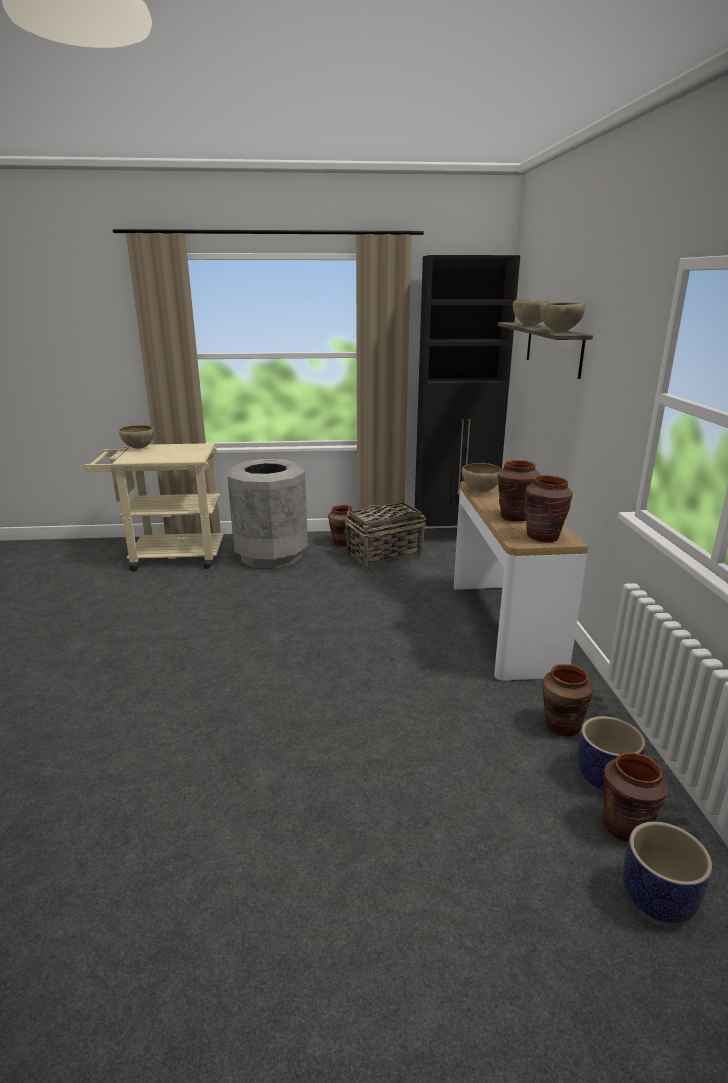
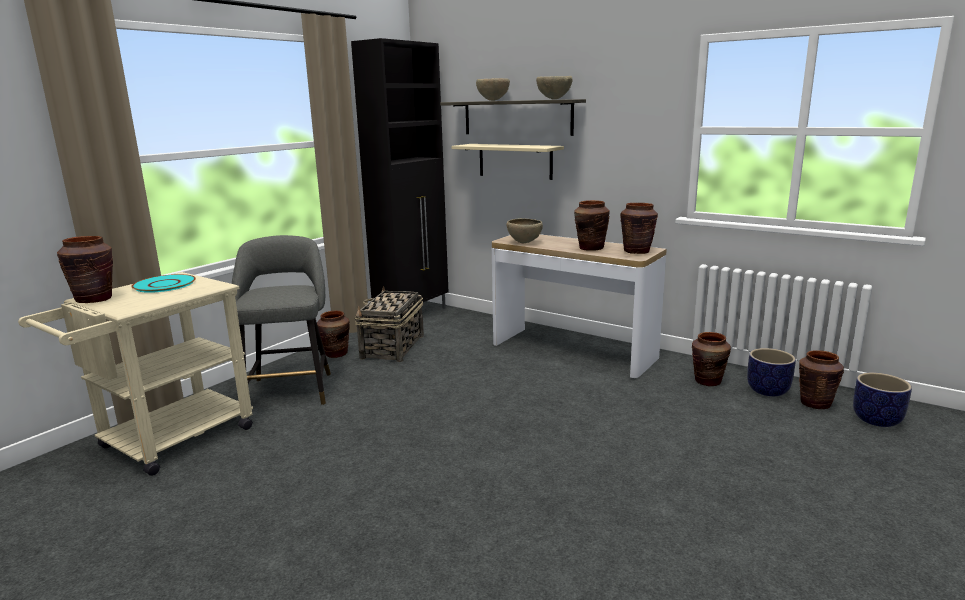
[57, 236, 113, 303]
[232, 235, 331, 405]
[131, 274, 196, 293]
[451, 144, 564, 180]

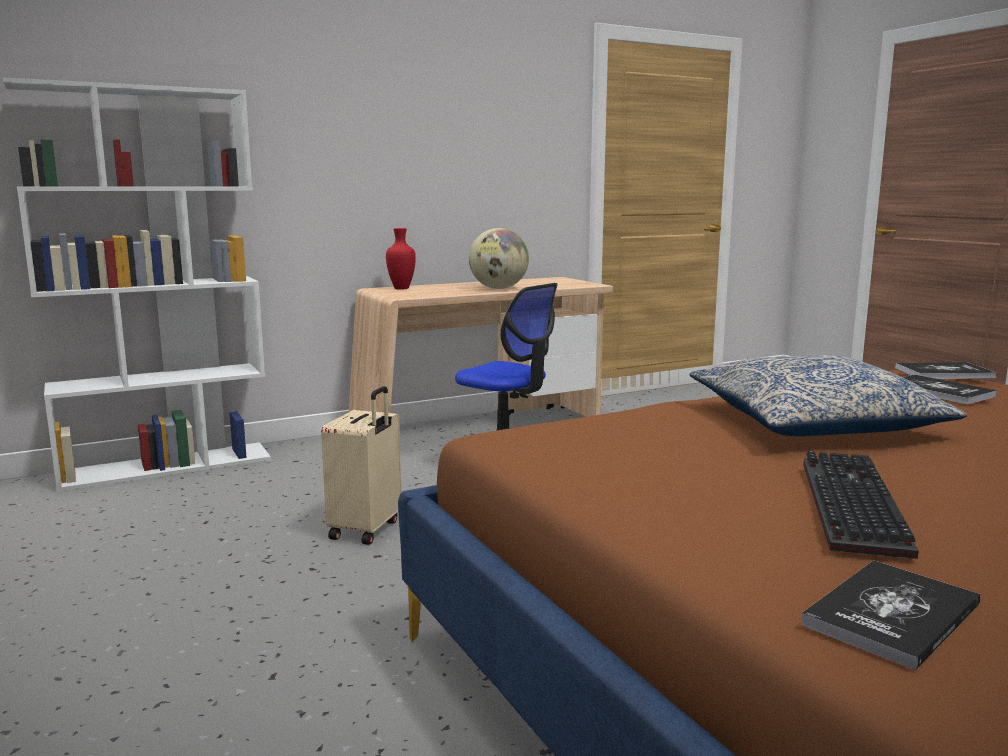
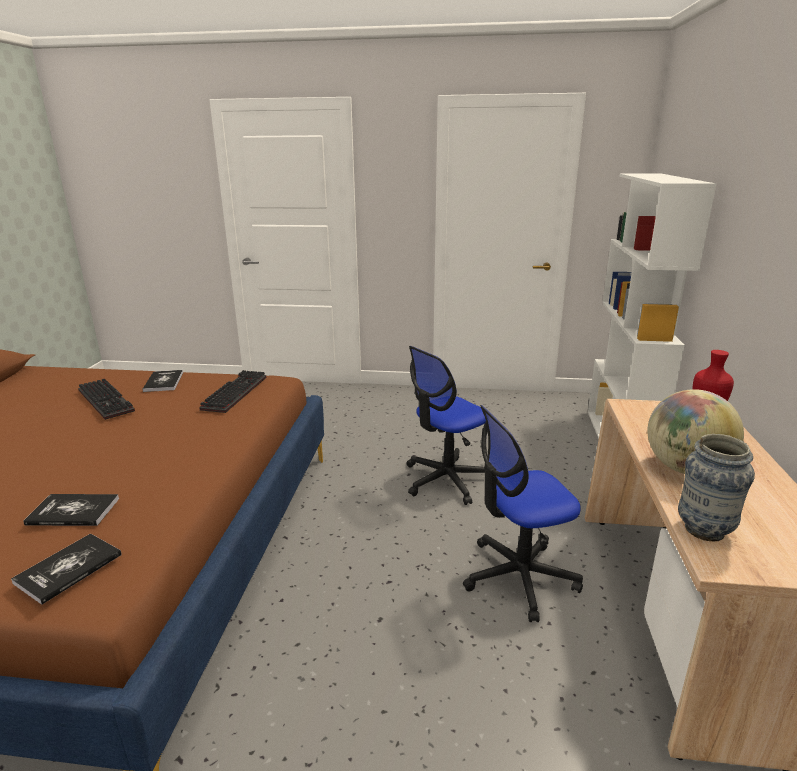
[406, 346, 486, 505]
[690, 355, 967, 436] (first image)
[142, 370, 183, 392]
[199, 370, 267, 413]
[678, 434, 755, 541]

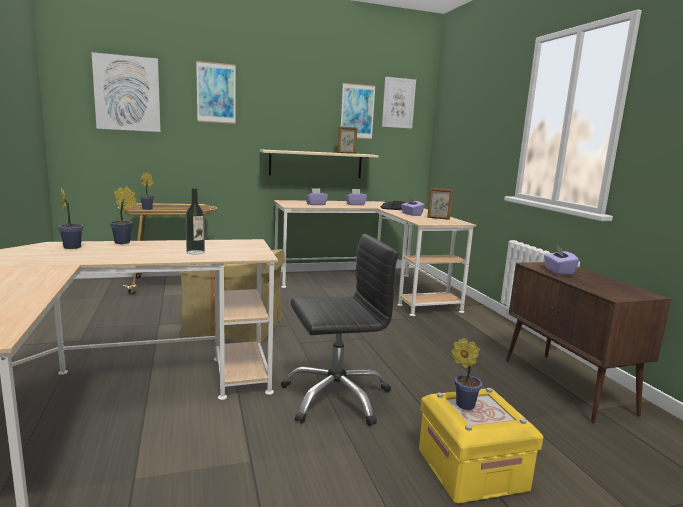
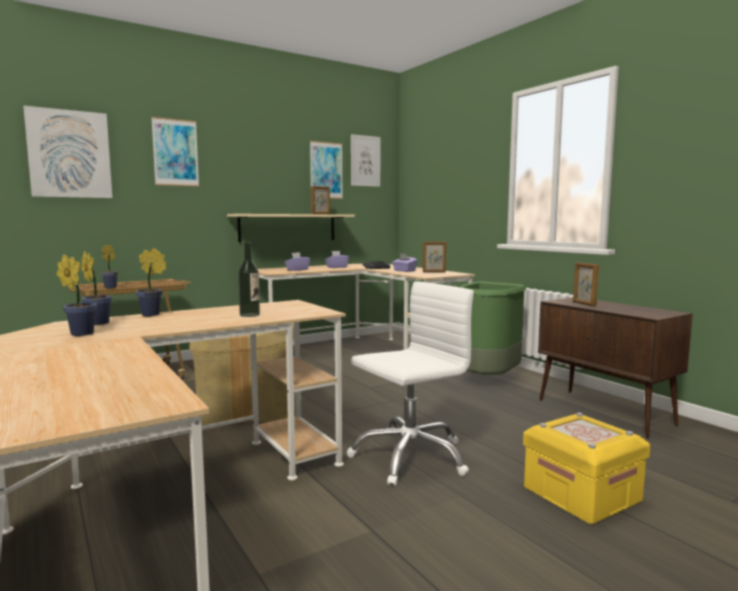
[347, 281, 474, 486]
[57, 255, 97, 336]
[573, 262, 599, 306]
[460, 282, 526, 375]

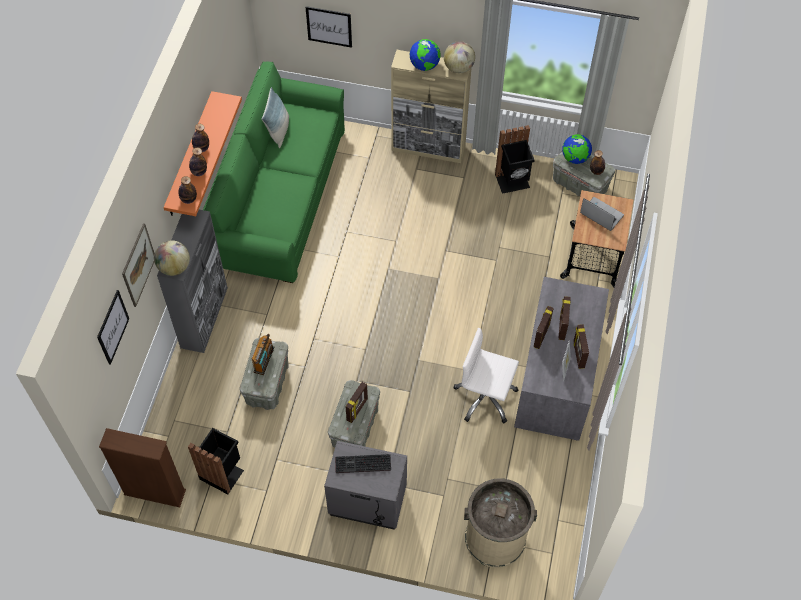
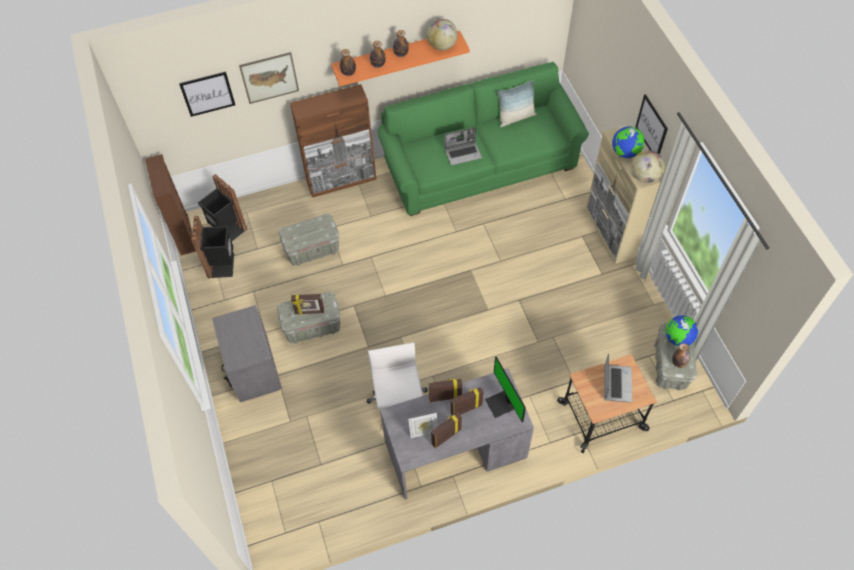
[427, 19, 458, 51]
[290, 84, 376, 198]
[252, 334, 274, 375] (first image)
[636, 94, 668, 154]
[335, 454, 391, 473] (first image)
[464, 478, 537, 568] (first image)
[198, 174, 247, 241]
[445, 127, 482, 165]
[485, 357, 526, 422]

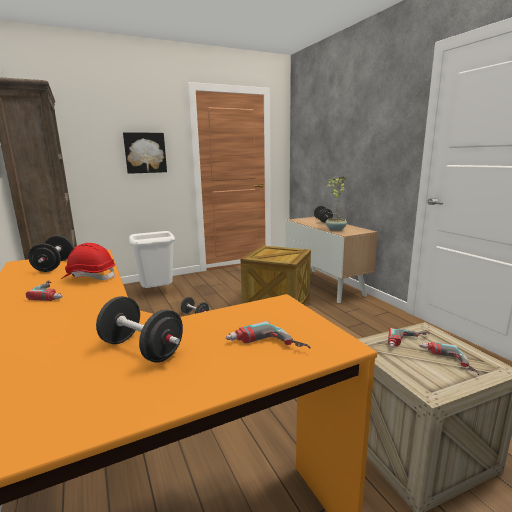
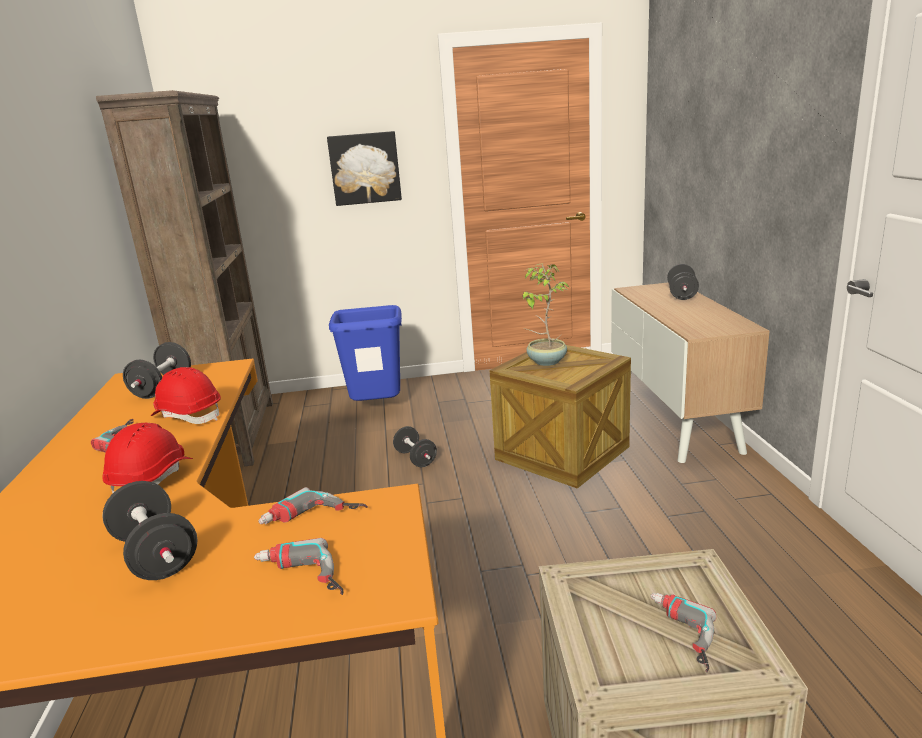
[329, 305, 402, 401]
[523, 263, 570, 366]
[258, 487, 368, 524]
[102, 423, 193, 493]

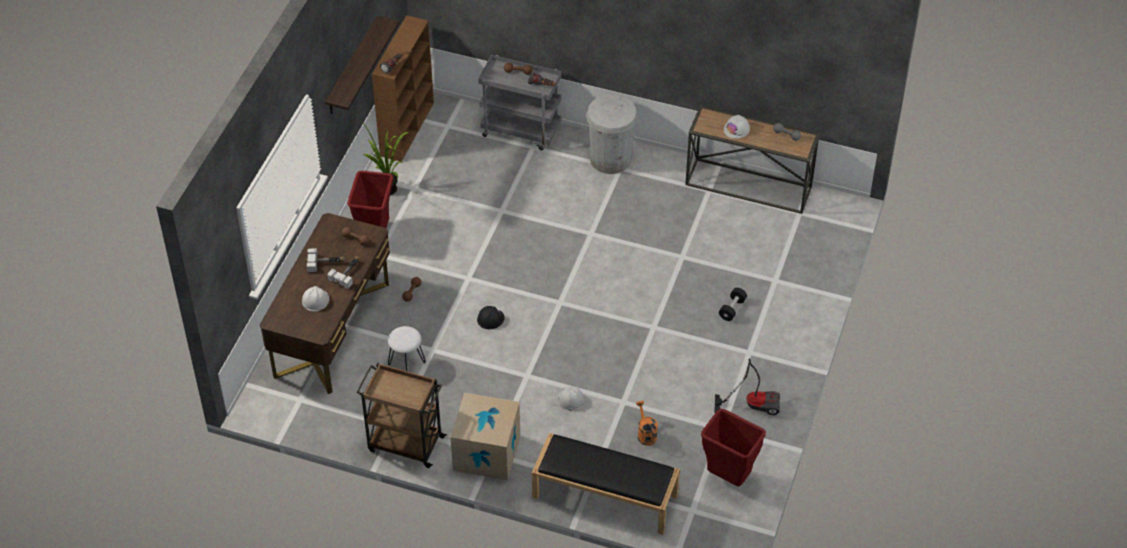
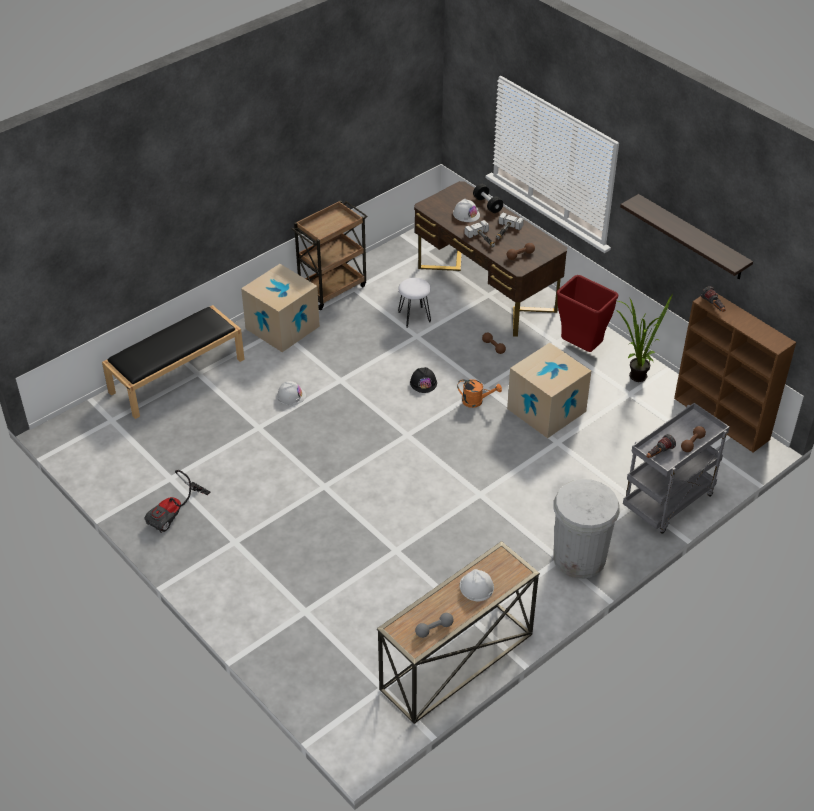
[457, 379, 502, 408]
[701, 409, 766, 486] (first image)
[473, 184, 503, 213]
[507, 343, 591, 438]

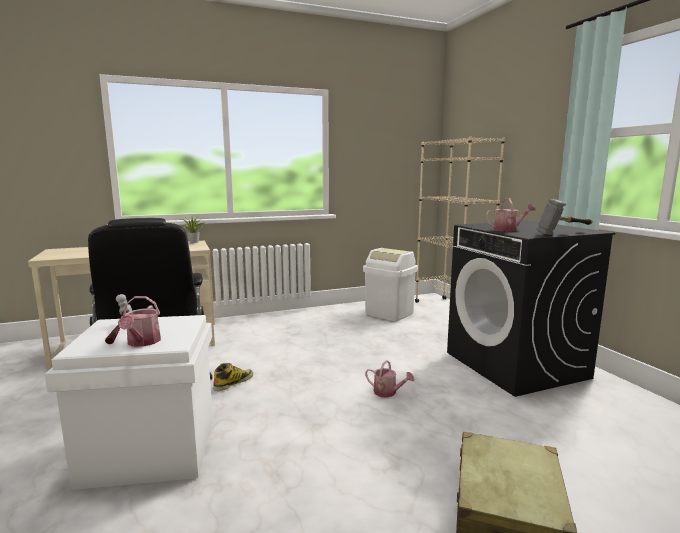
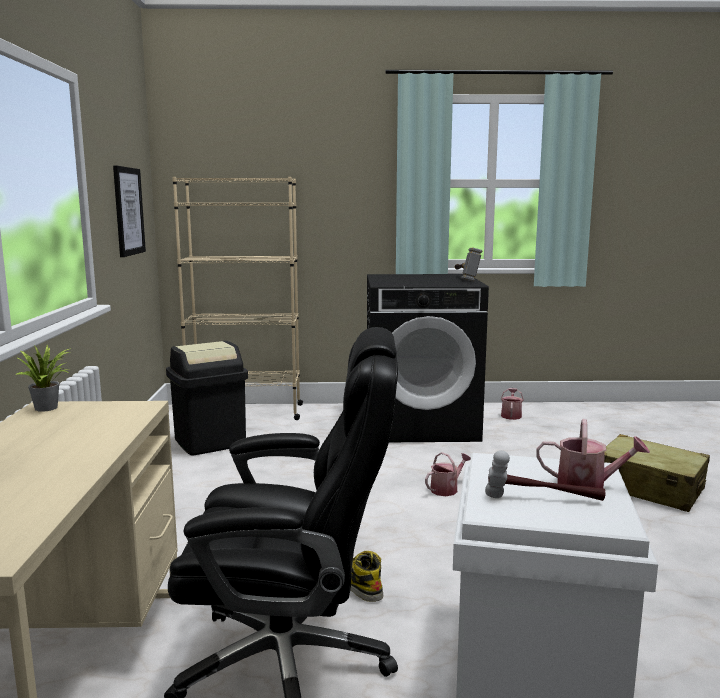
[166, 341, 248, 455]
[501, 388, 524, 420]
[113, 166, 146, 257]

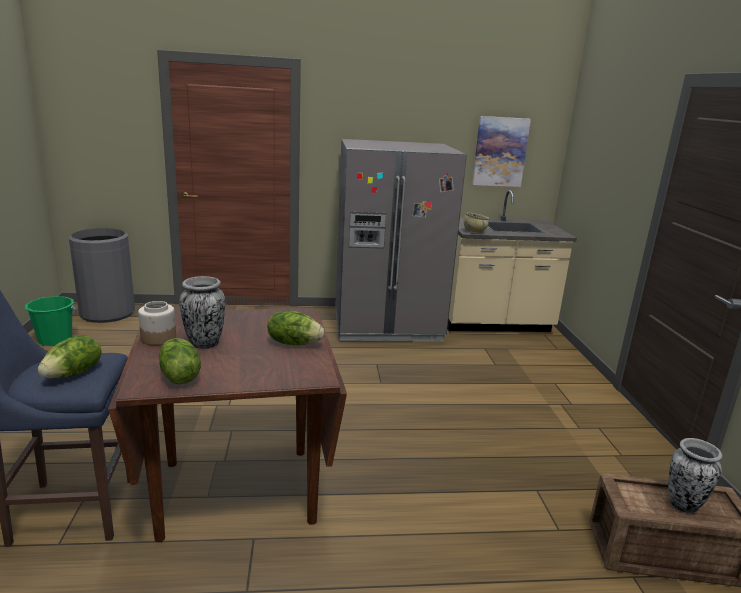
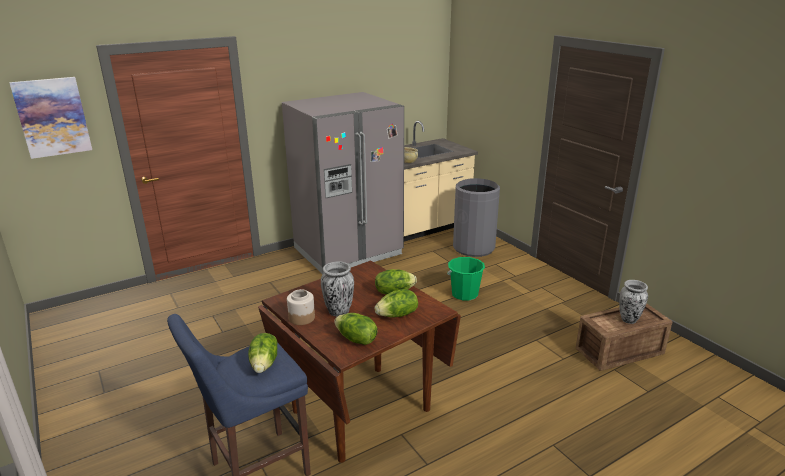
[447, 257, 485, 301]
[453, 178, 500, 257]
[9, 77, 92, 159]
[374, 289, 418, 317]

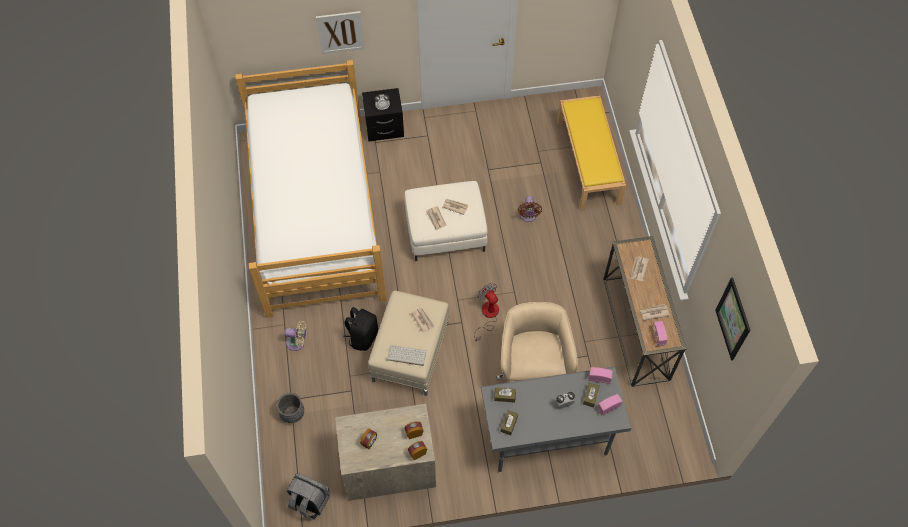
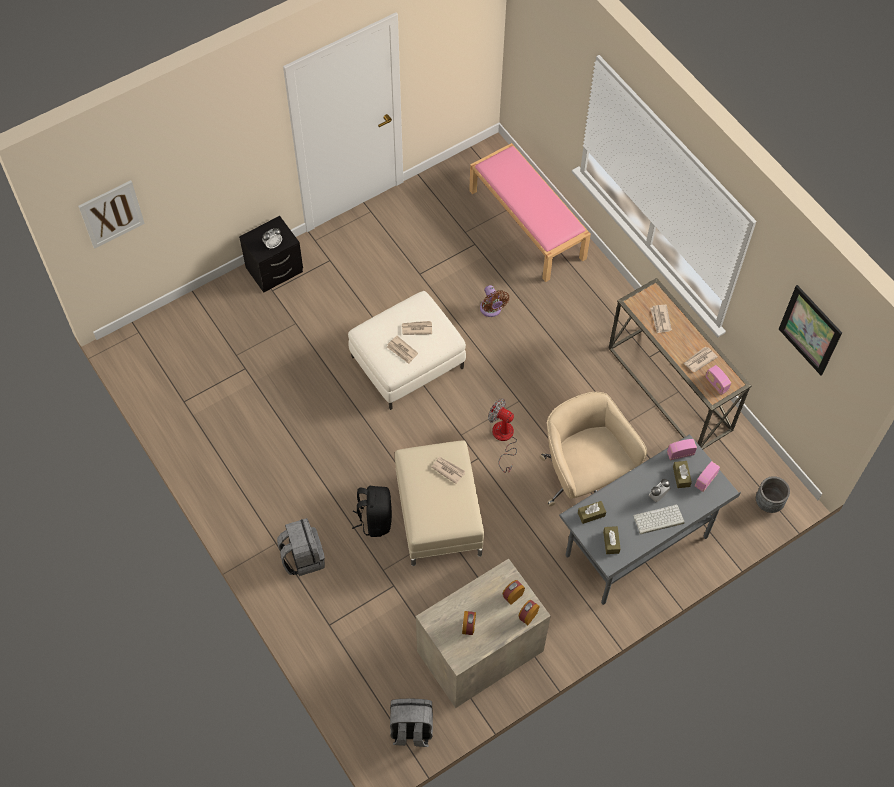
[235, 60, 387, 318] (first image)
[756, 476, 790, 513]
[277, 518, 325, 576]
[78, 180, 145, 249]
[633, 505, 685, 534]
[469, 143, 591, 282]

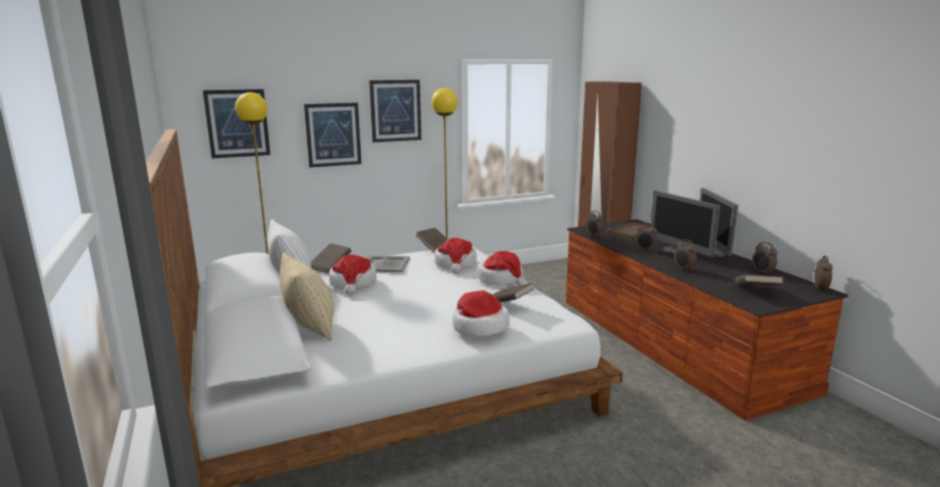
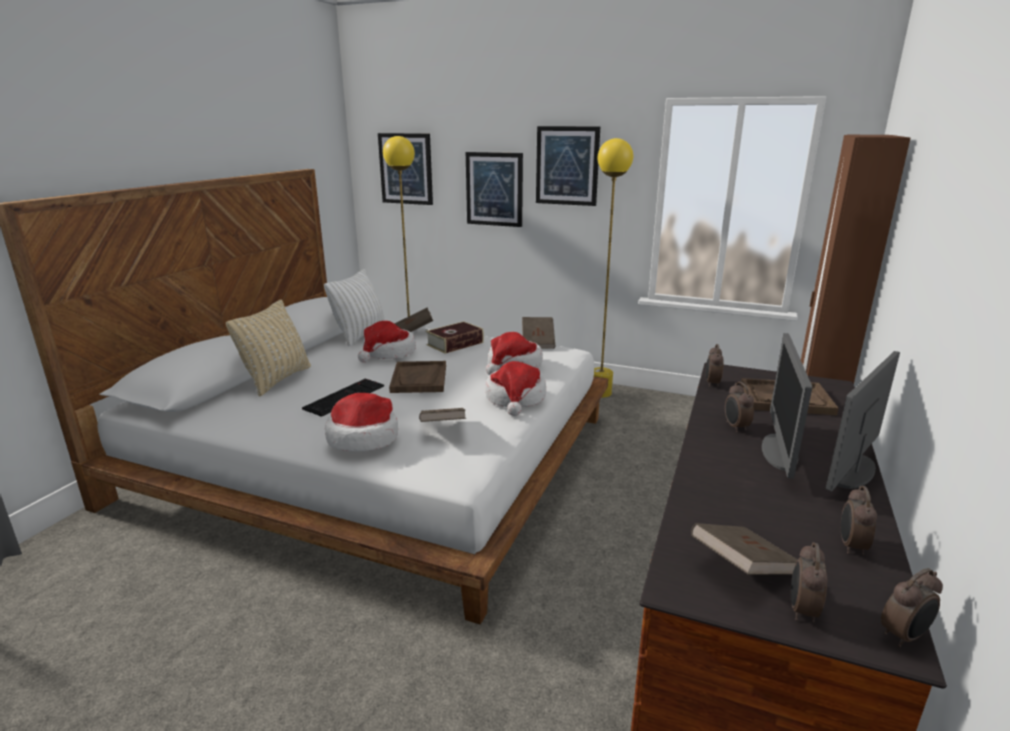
[426, 321, 484, 354]
[791, 542, 828, 623]
[302, 379, 384, 417]
[389, 361, 446, 393]

